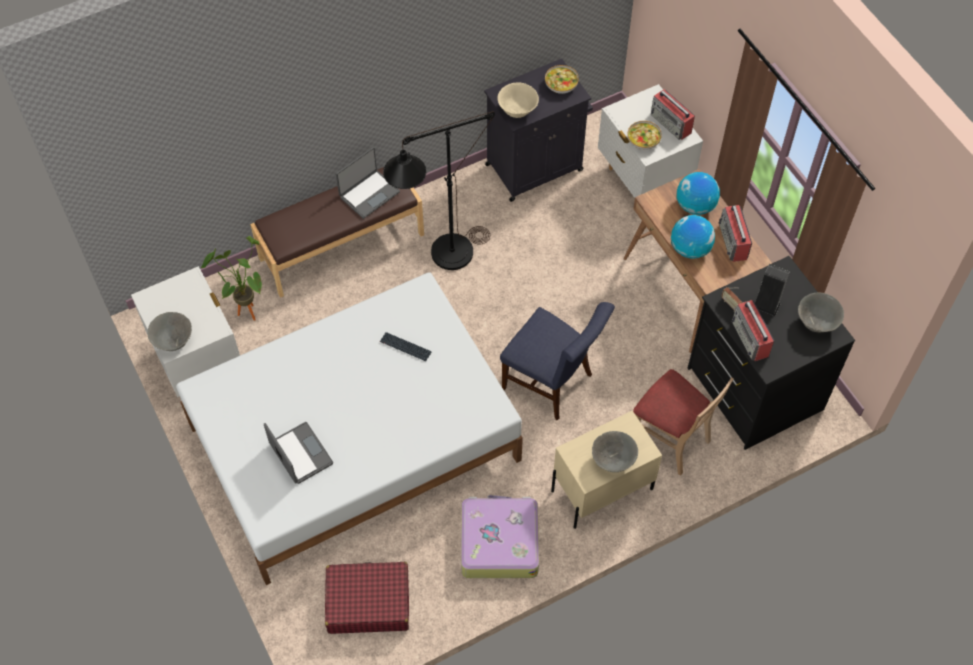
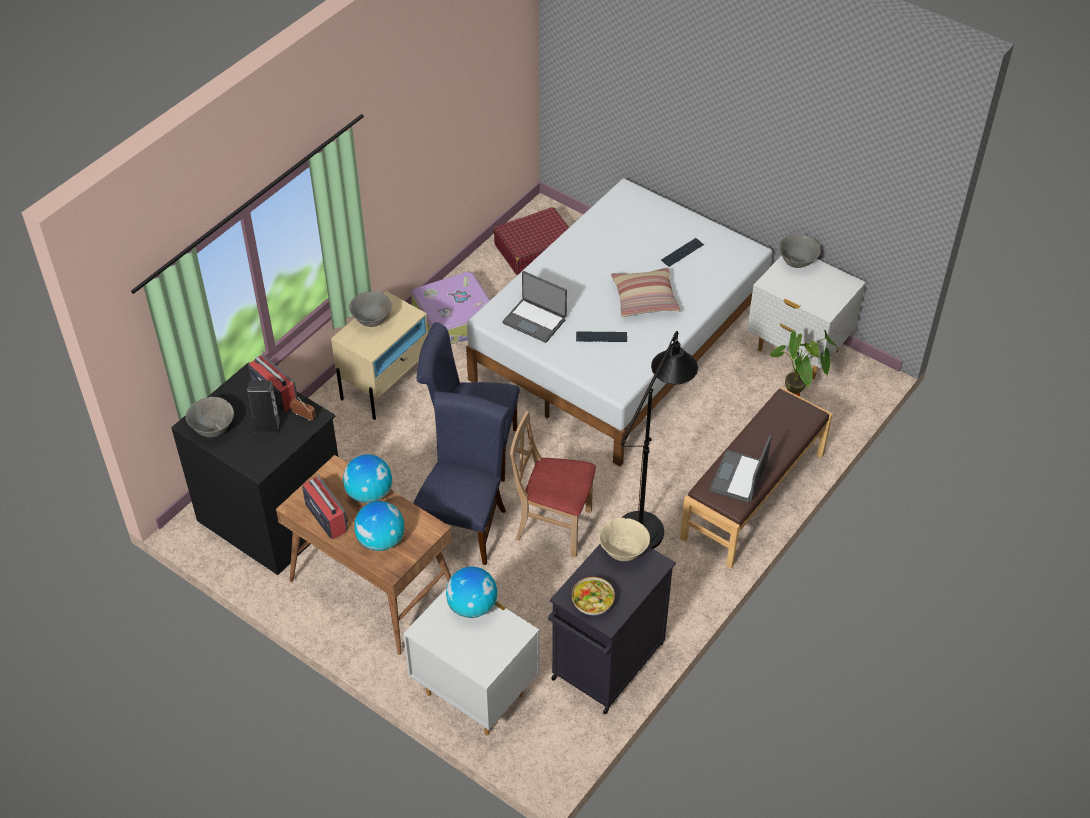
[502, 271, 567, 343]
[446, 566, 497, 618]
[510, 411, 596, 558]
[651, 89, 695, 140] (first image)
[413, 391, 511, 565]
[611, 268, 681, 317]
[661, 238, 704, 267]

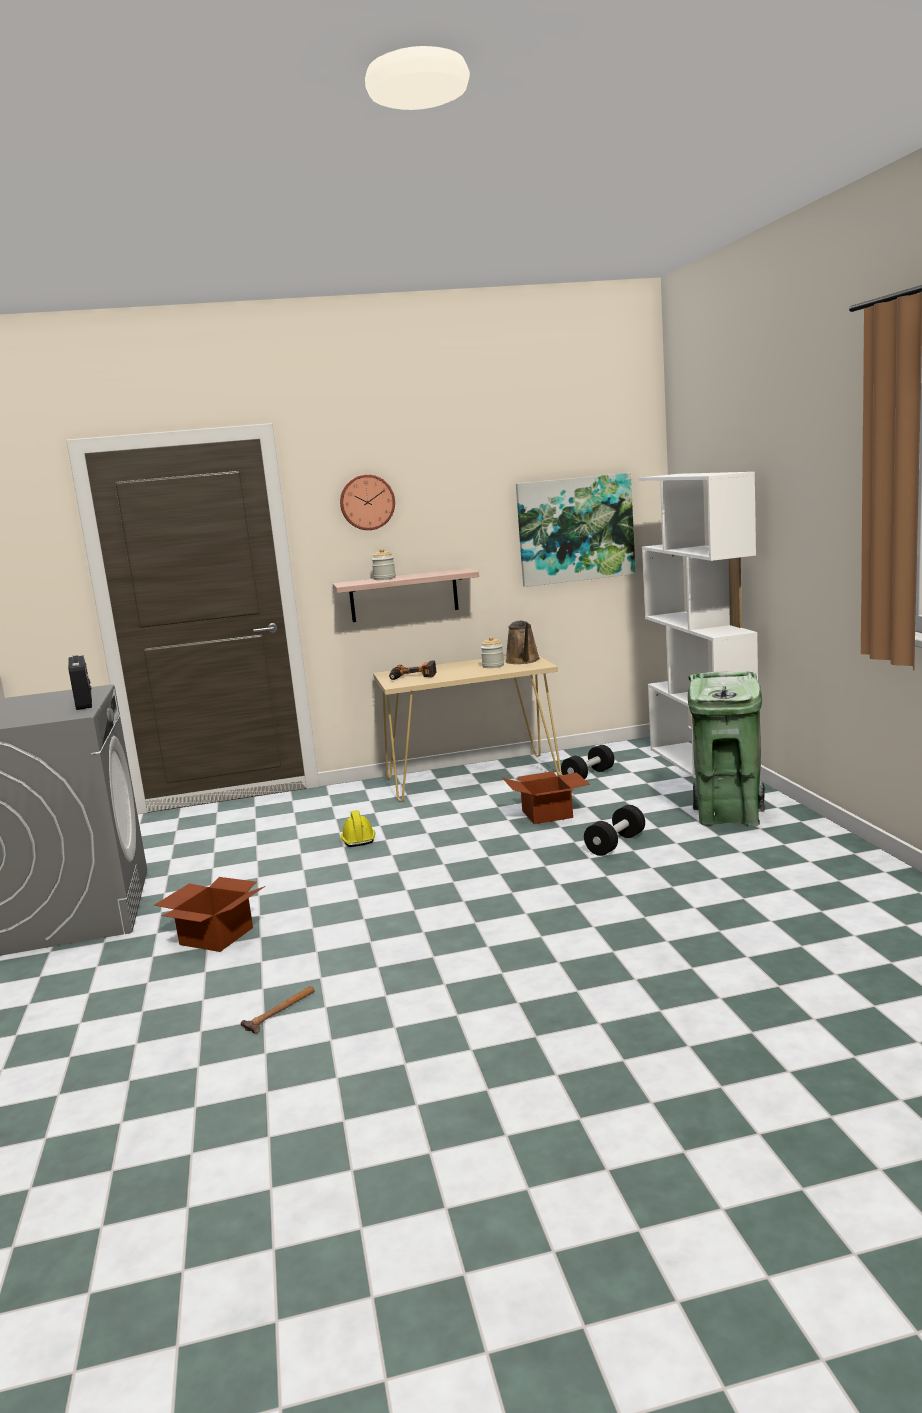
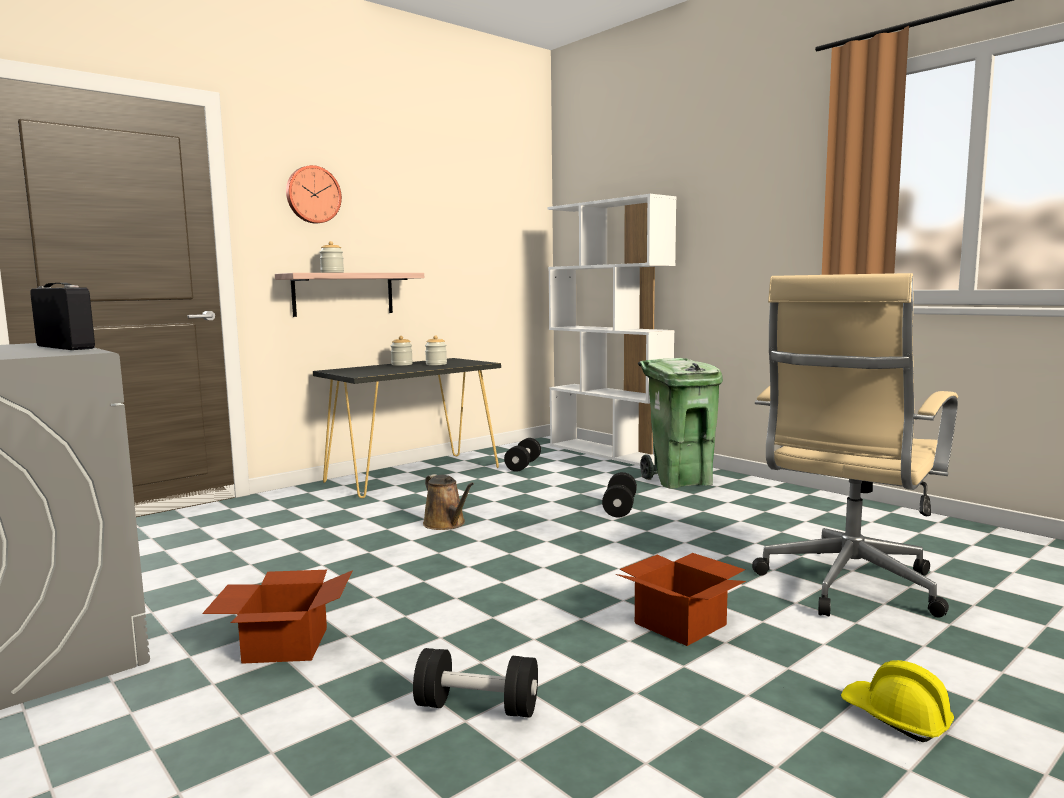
[413, 648, 538, 718]
[841, 660, 954, 742]
[313, 358, 501, 498]
[389, 660, 437, 680] (first image)
[616, 553, 746, 646]
[423, 474, 474, 530]
[516, 473, 636, 587] (first image)
[391, 336, 413, 366]
[752, 273, 958, 618]

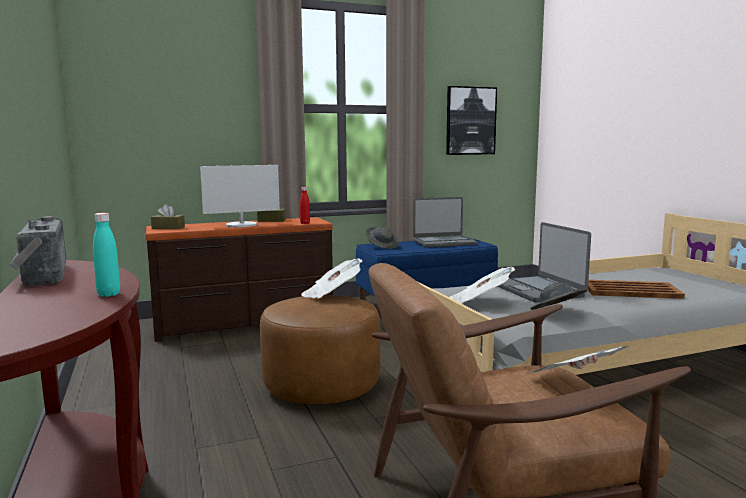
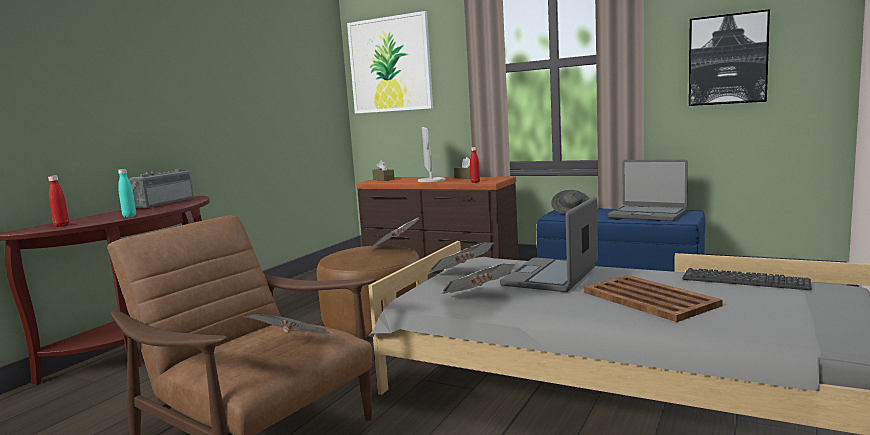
[418, 127, 446, 182]
[443, 263, 515, 293]
[48, 175, 69, 227]
[347, 11, 433, 114]
[682, 268, 812, 290]

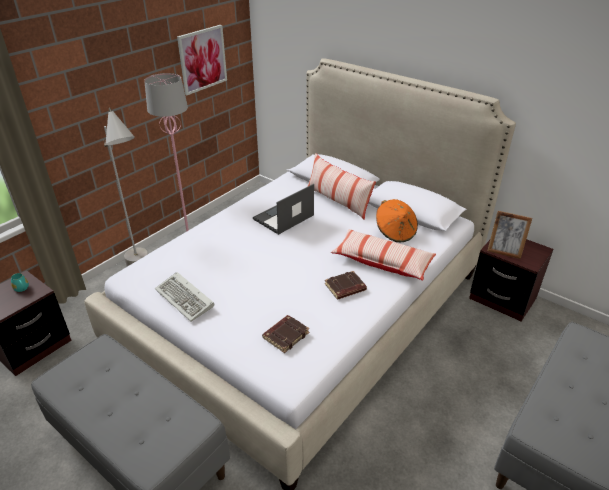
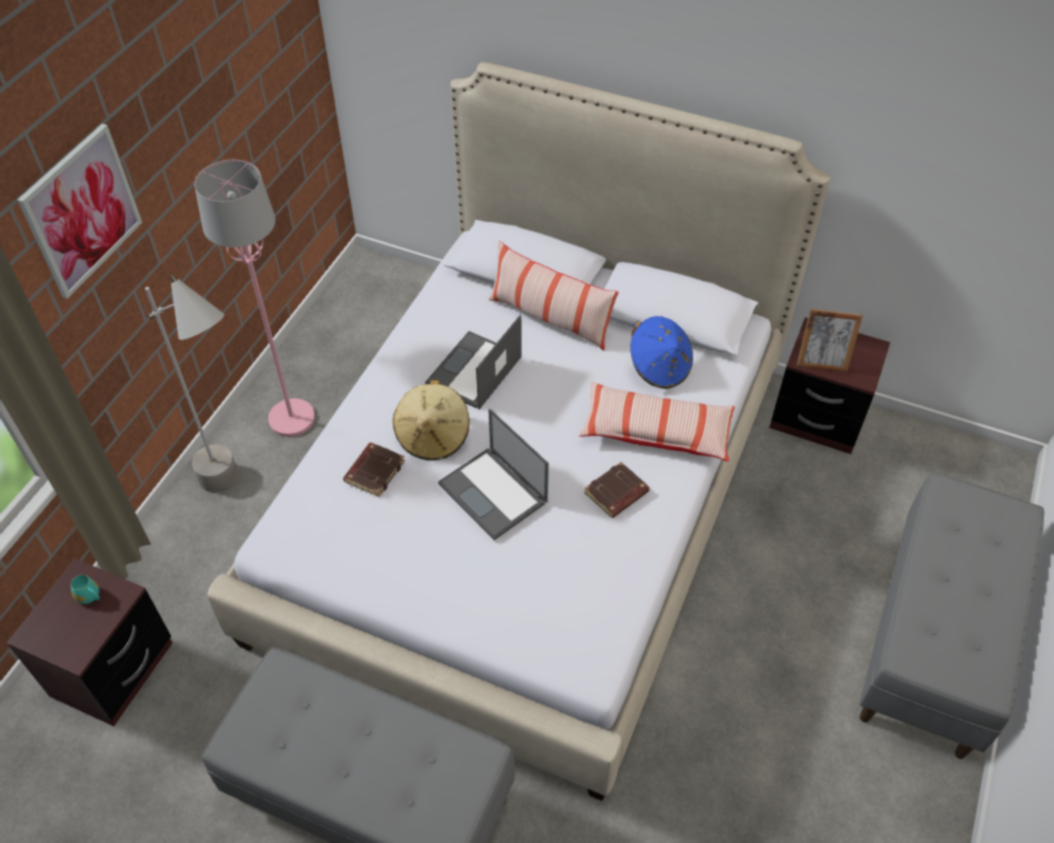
[155, 272, 214, 322] (first image)
[17, 124, 142, 299]
[343, 443, 405, 497]
[630, 316, 693, 389]
[393, 380, 469, 461]
[438, 408, 549, 540]

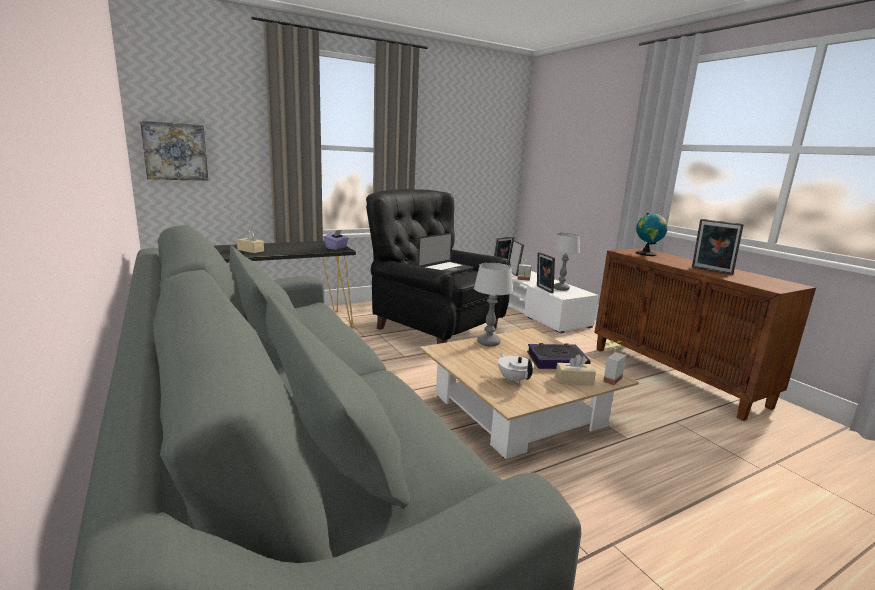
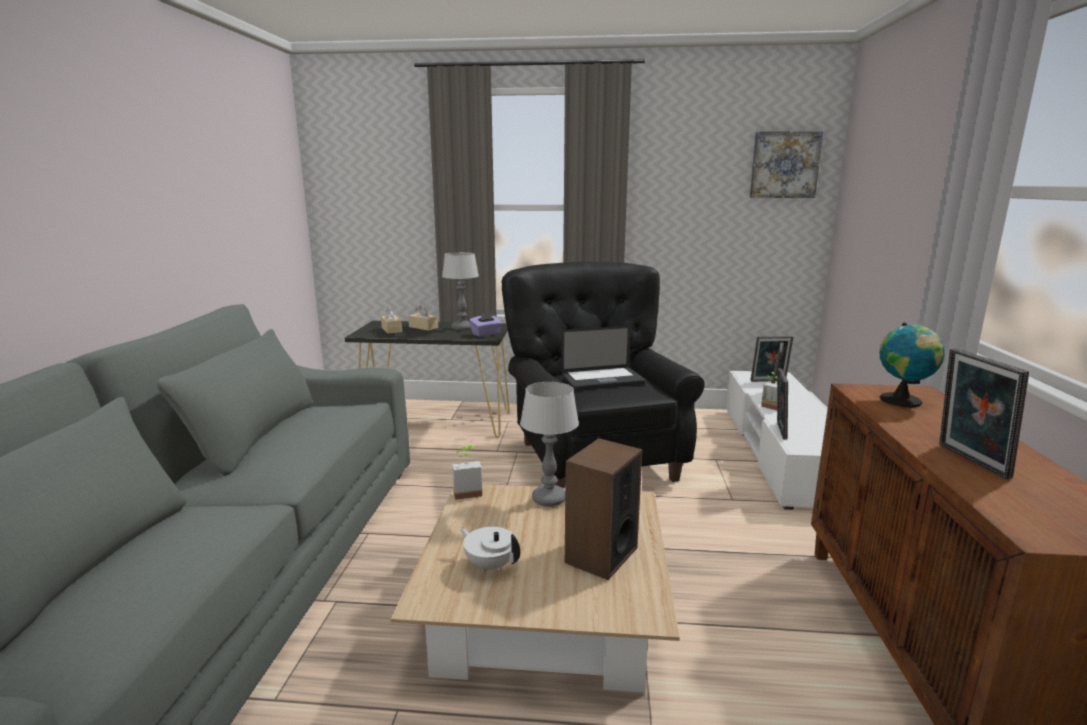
[749, 131, 823, 198]
[460, 527, 520, 572]
[565, 438, 642, 580]
[442, 252, 479, 330]
[408, 305, 438, 331]
[452, 445, 482, 500]

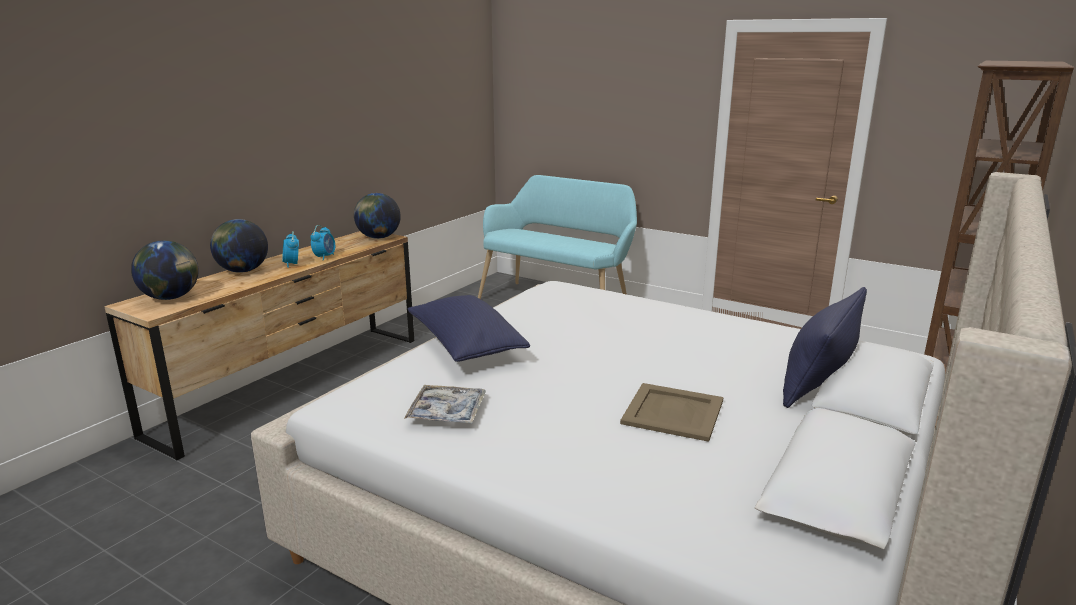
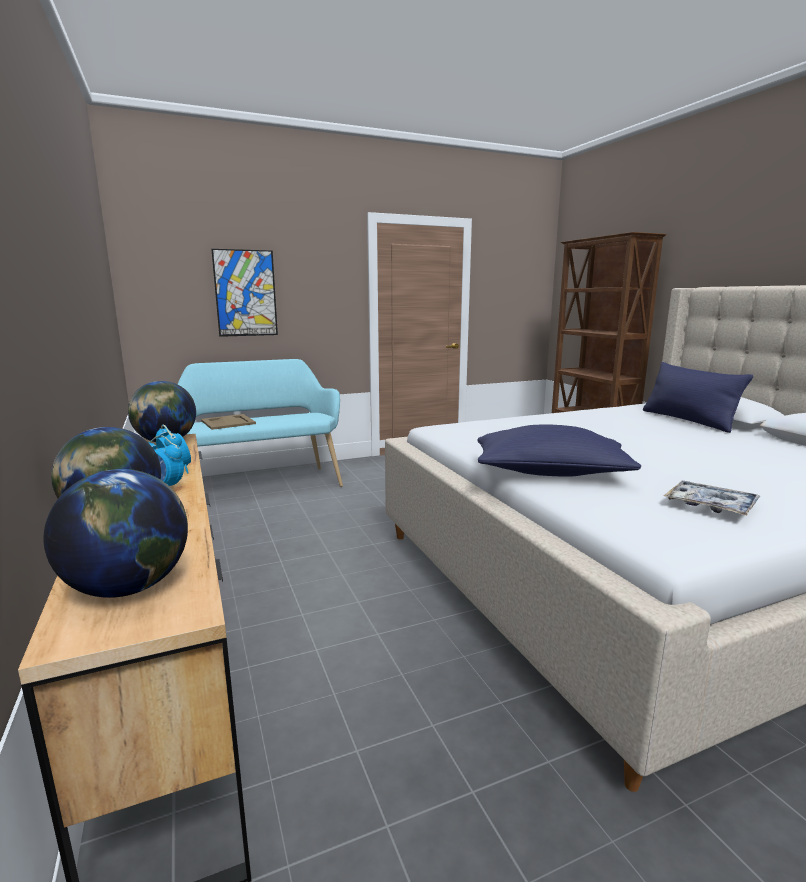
[201, 414, 256, 430]
[211, 249, 278, 337]

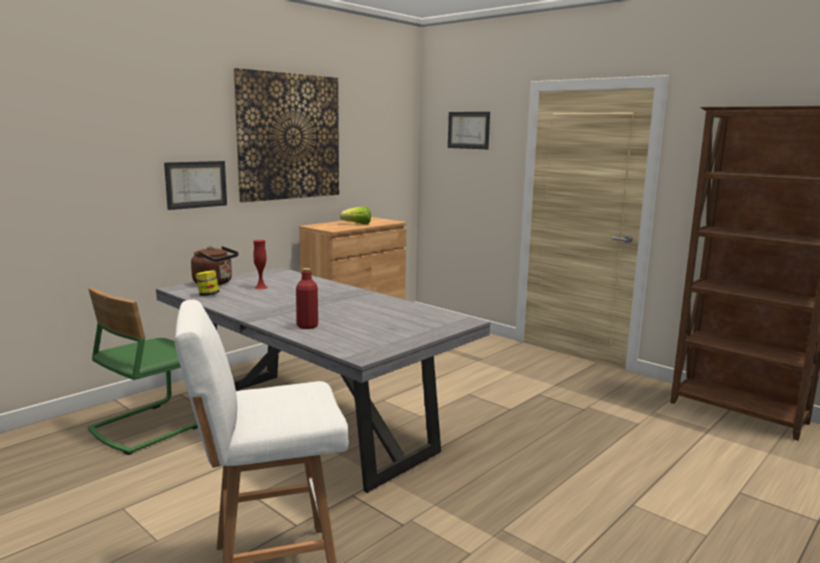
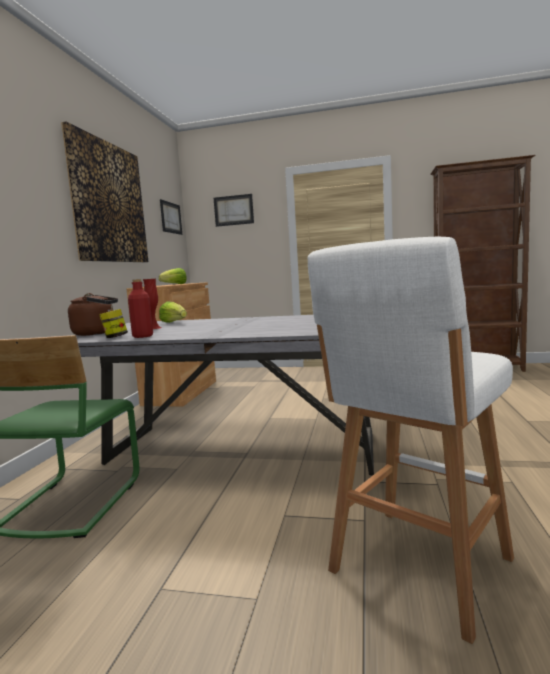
[160, 199, 182, 235]
[128, 279, 153, 338]
[159, 301, 187, 323]

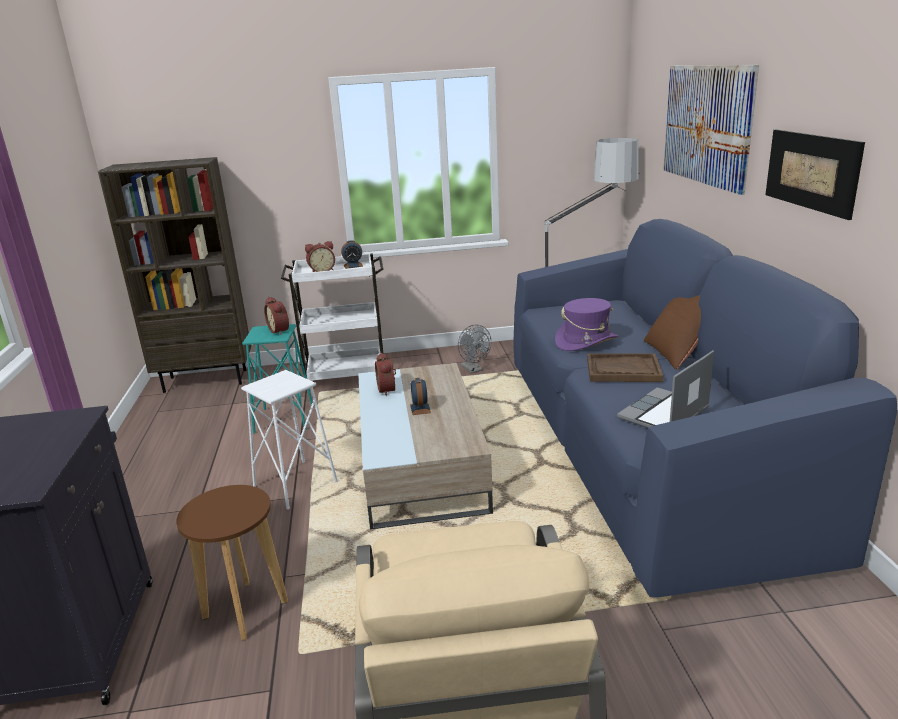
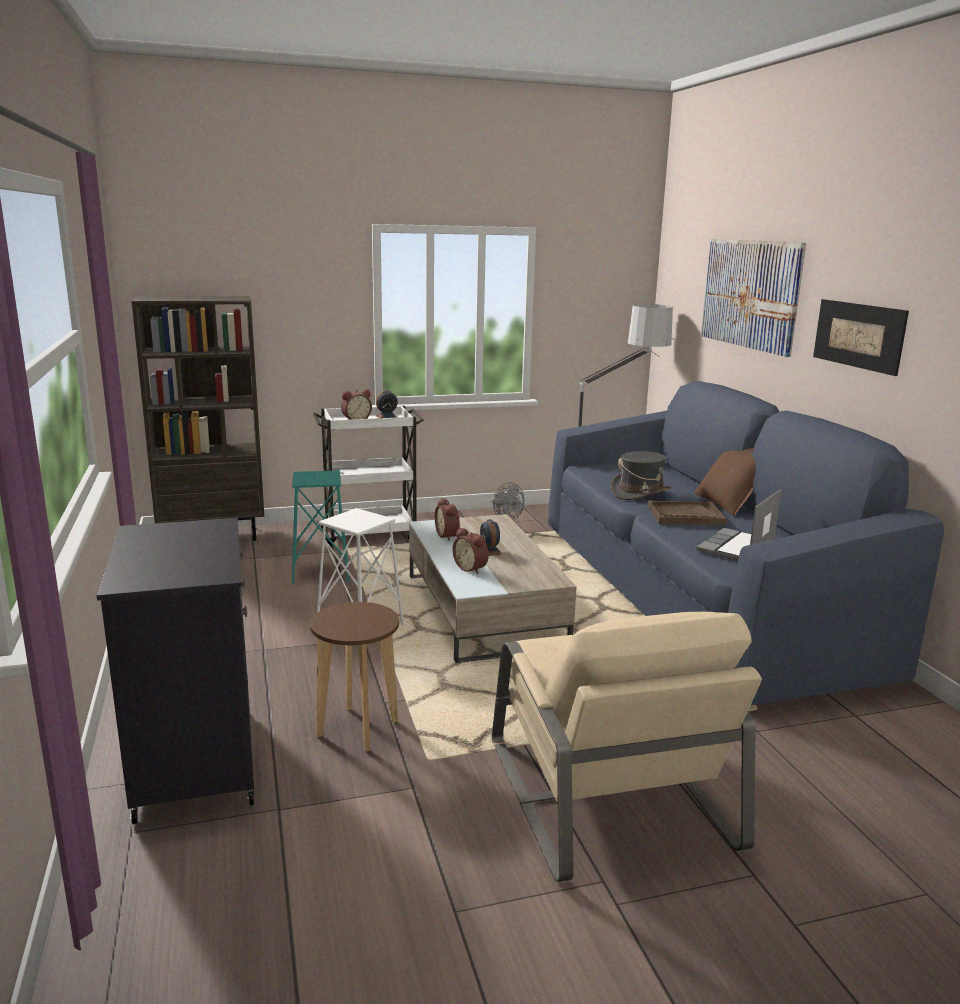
[453, 528, 489, 574]
[611, 451, 671, 500]

